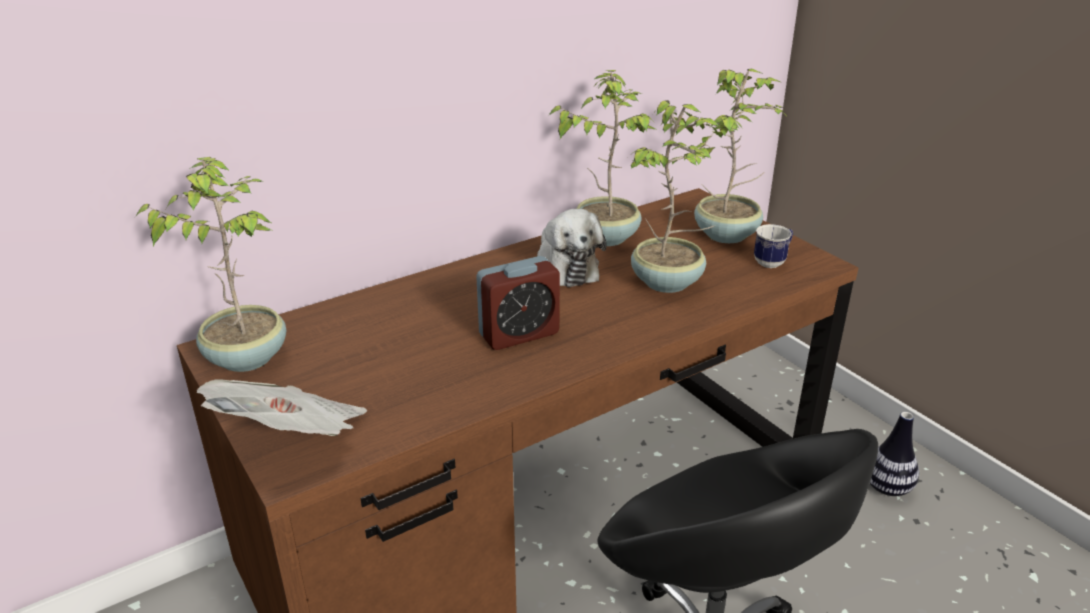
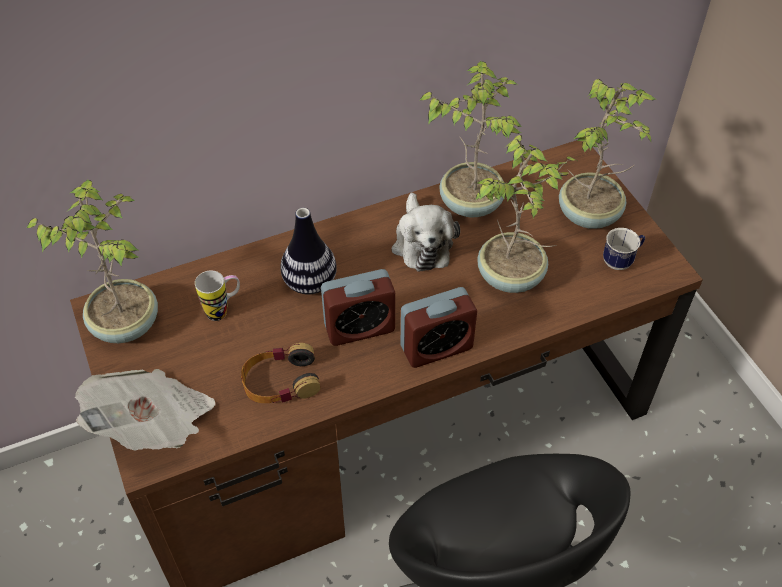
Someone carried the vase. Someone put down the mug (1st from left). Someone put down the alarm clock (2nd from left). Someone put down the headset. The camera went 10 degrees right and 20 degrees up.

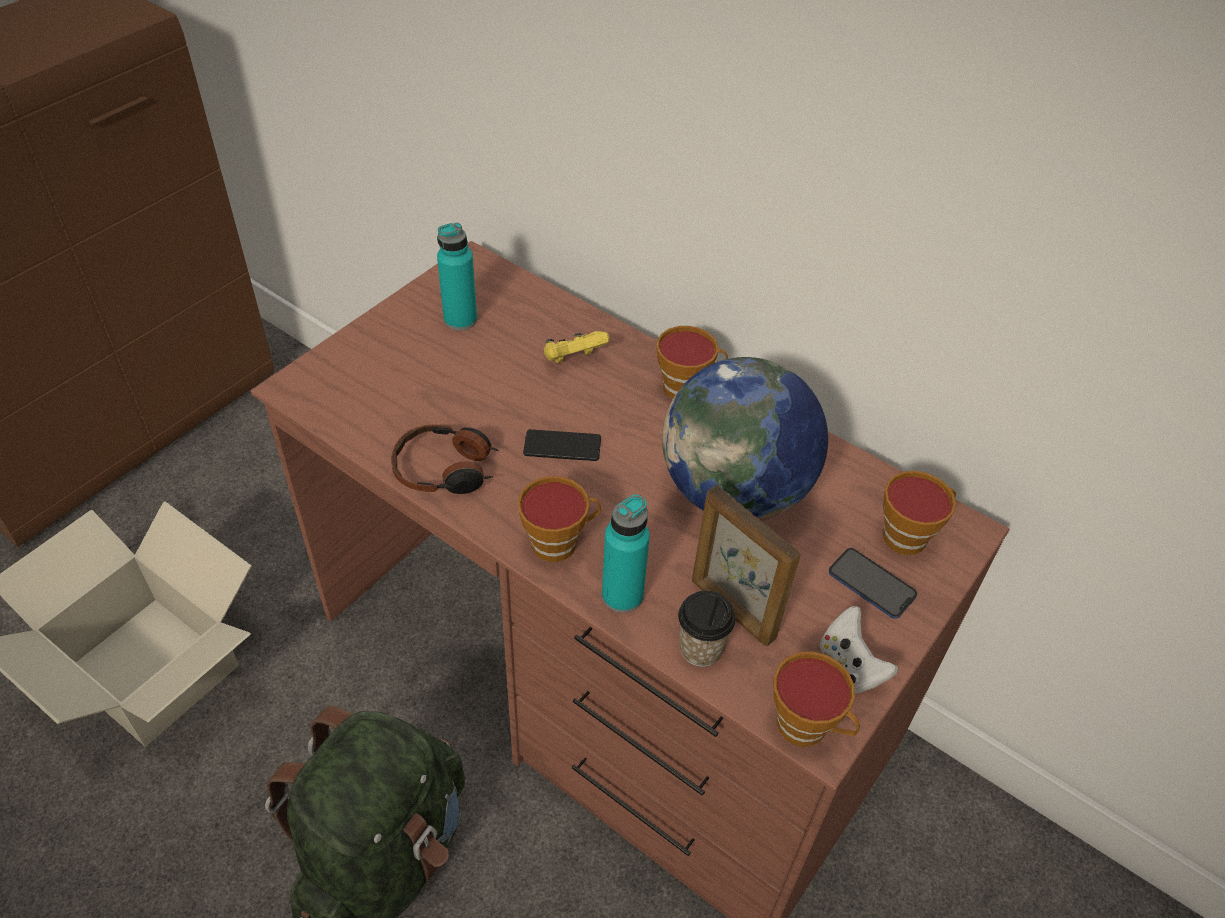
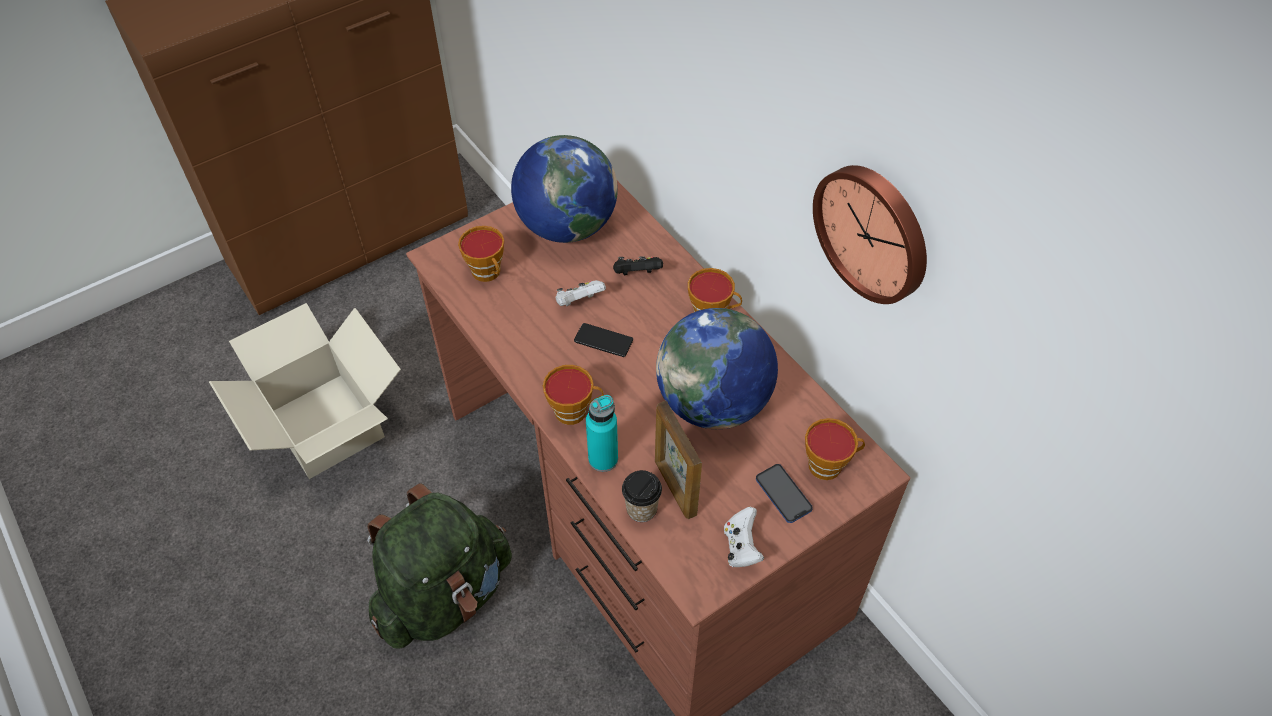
Someone swapped the beverage bottle (turquoise) (1st from left) for the globe (1st from left). Someone repainted the gamepad (yellow-coloured), which became the gamepad (blackish). Someone took away the headset. Someone carried the drinking cup (4th from left in the first image). Someone put up the clock on the wall. Someone put down the gamepad (white) (1st from left). The camera went 20 degrees right and 5 degrees up.

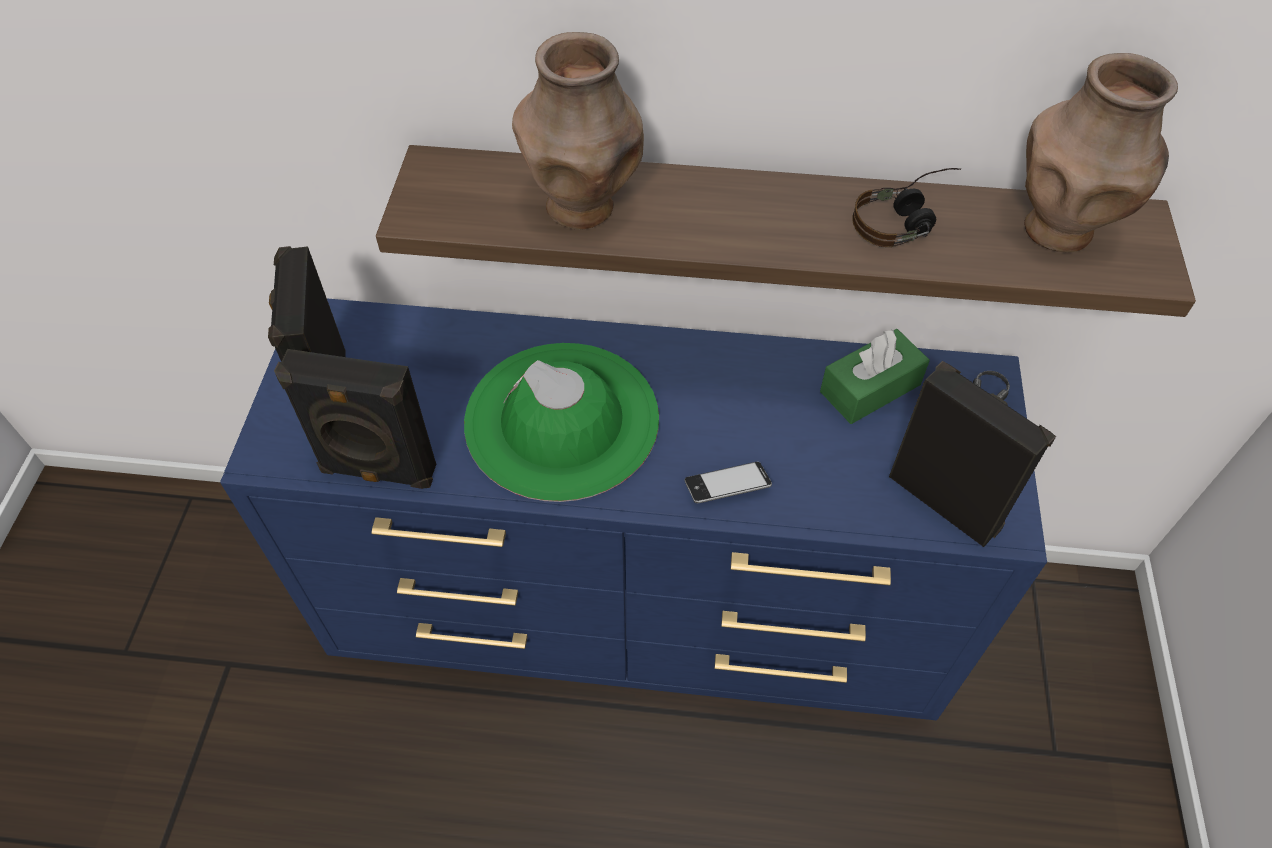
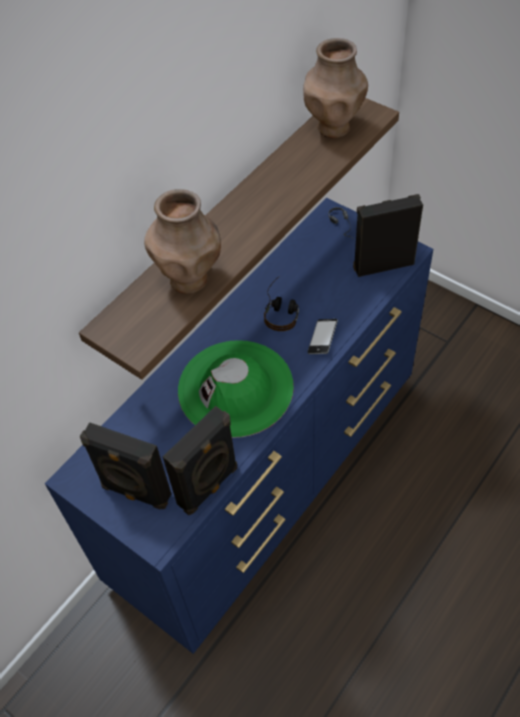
Someone carried the headset (1st from left). Someone took away the tissue box (green-coloured). The camera went 55 degrees left and 0 degrees up.

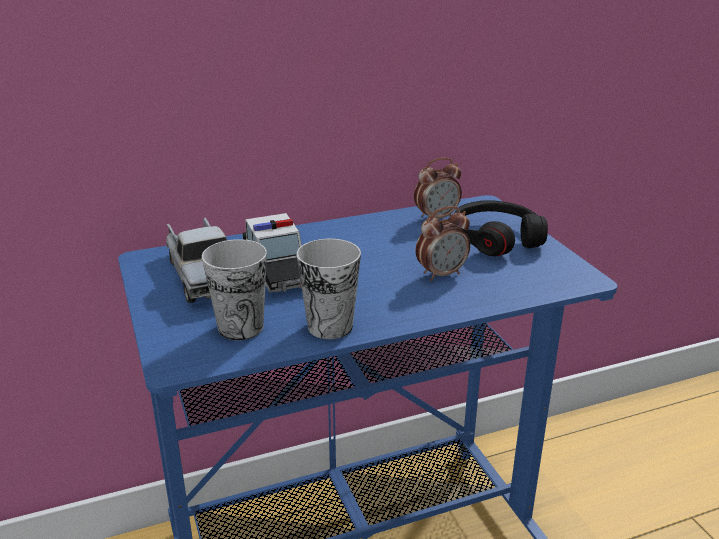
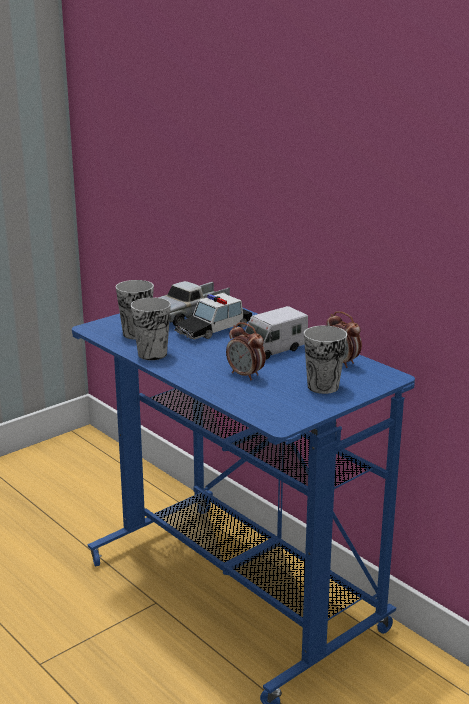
Someone swapped the headset (blackish) for the drinking cup (3rd from left). Someone put down the toy truck (2nd from left). The camera went 70 degrees right and 5 degrees down.

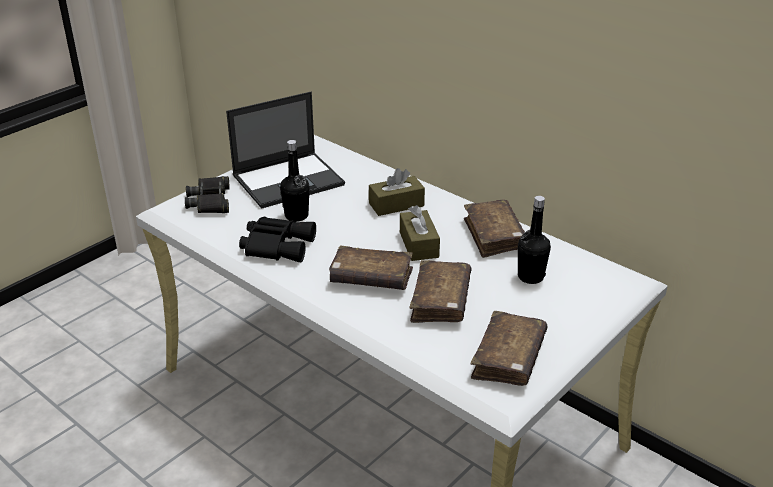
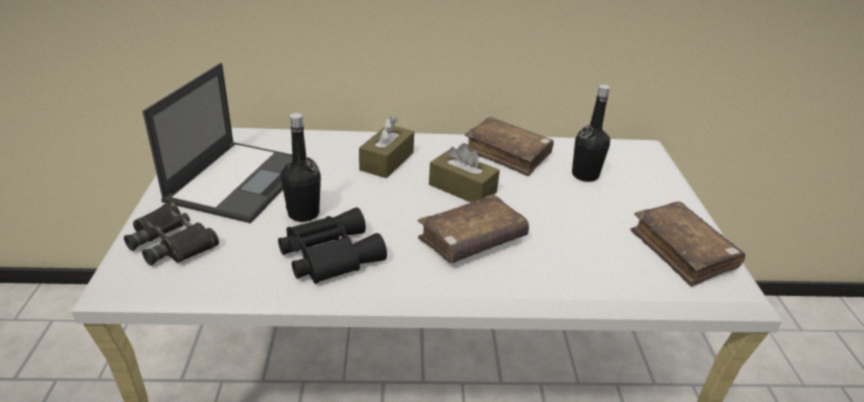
Someone took away the volume (brownish) (2nd from left). The camera went 45 degrees left and 0 degrees up.

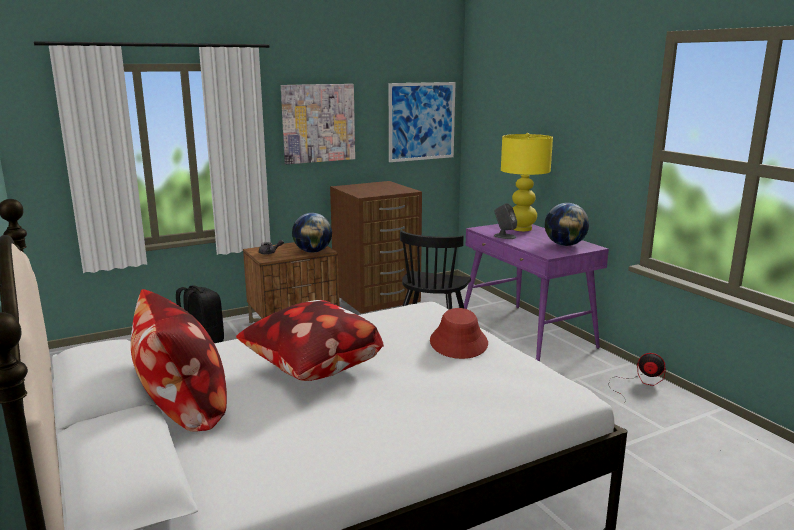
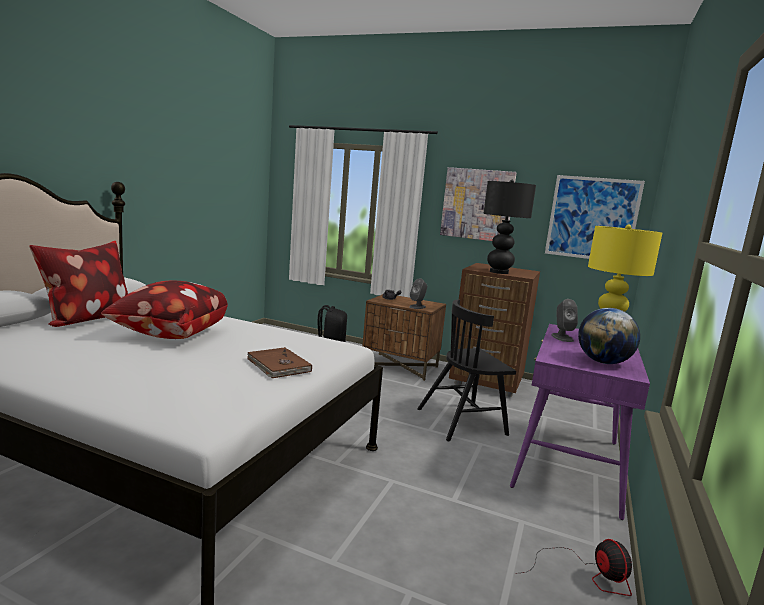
Someone swapped the globe (1st from left) for the audio speaker (grey) (1st from left). Someone swapped the hat (red-coloured) for the volume (brownish). Someone put down the table lamp (blackish). The camera went 50 degrees right and 5 degrees down.

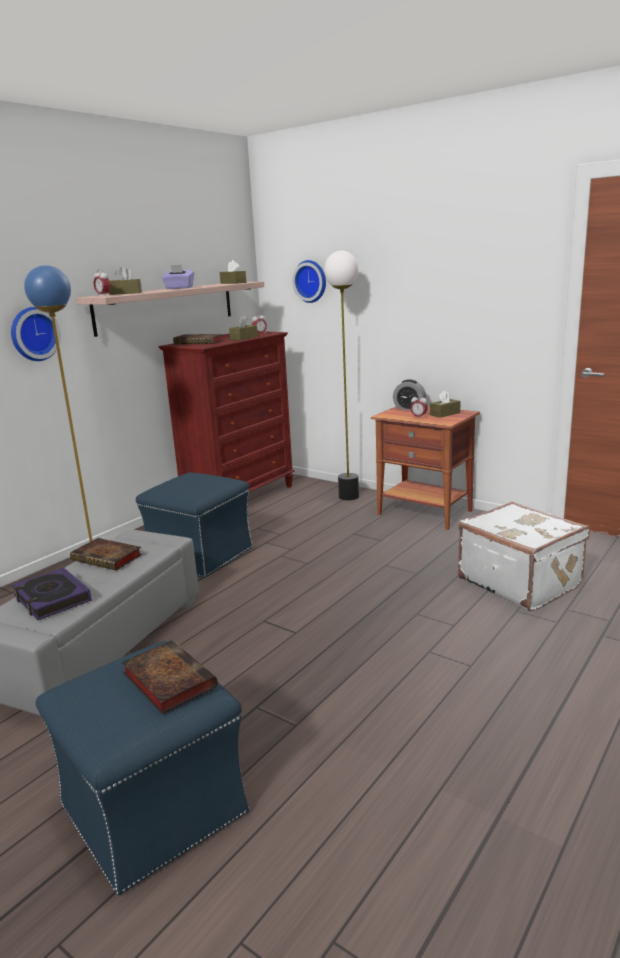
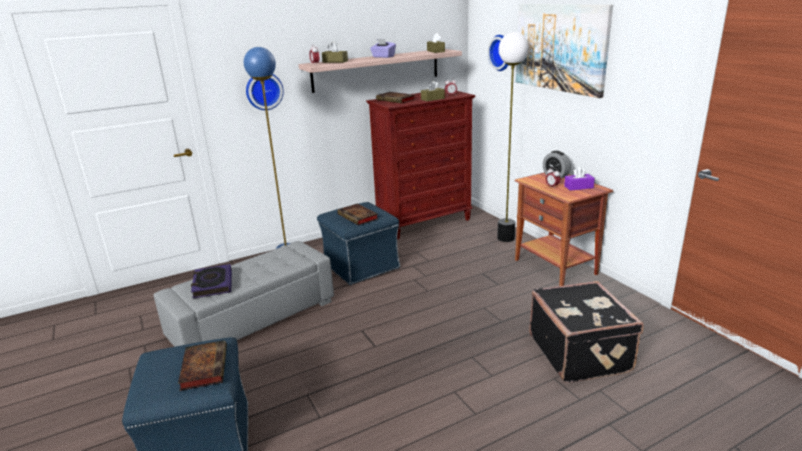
Someone repainted the tissue box (brownish) (4th from left), which became the tissue box (purplish) (2nd from left). Someone repainted the travel case (white), which became the travel case (blackish). Someone carried the volume (2nd from left in the first image). Someone put up the wall picture. The camera went 25 degrees right and 5 degrees up.

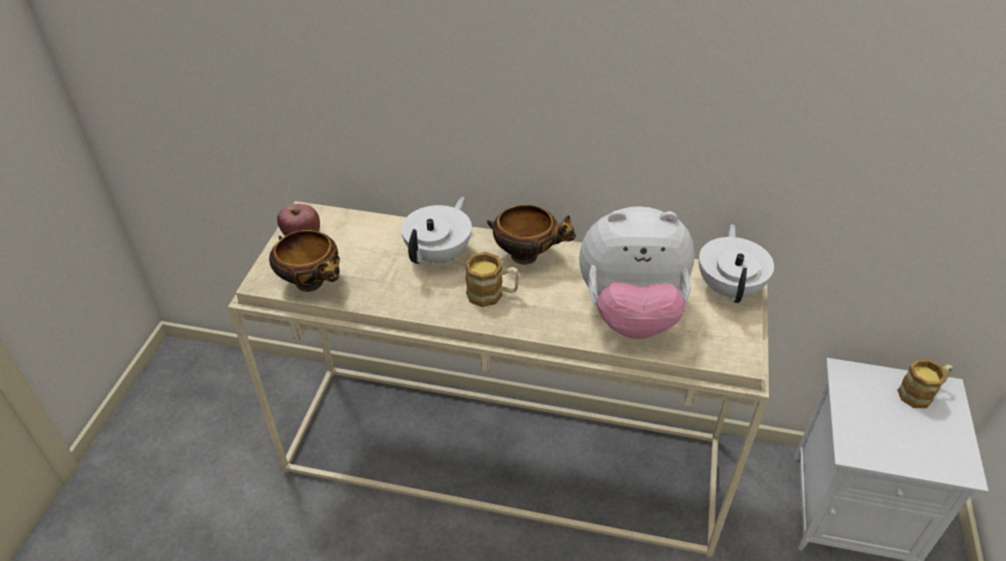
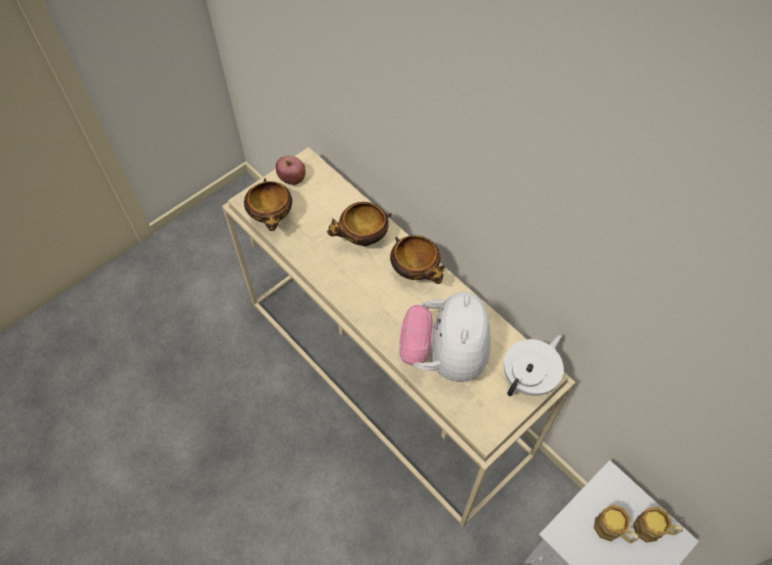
Someone swapped the pot for tea (white) (1st from left) for the deep dish (2nd from left). Someone rotated the soft toy by 60 degrees clockwise. Someone carried the mug (1st from left). The camera went 35 degrees right and 15 degrees up.

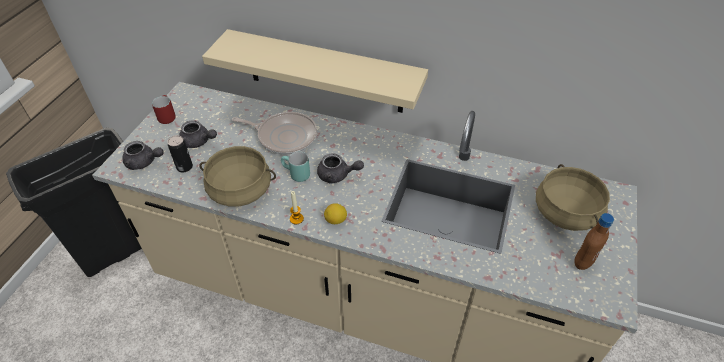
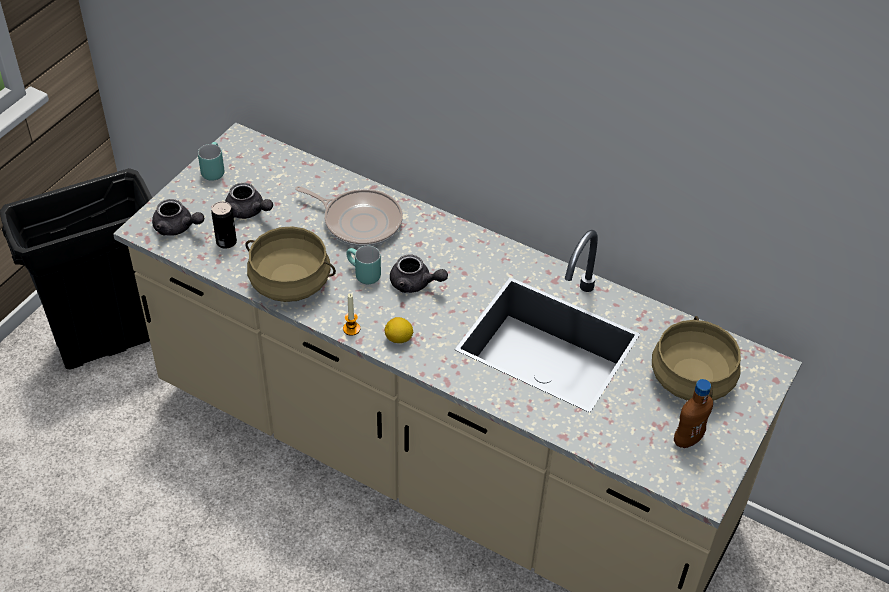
Someone took away the wall shelf (beige-coloured). Someone repainted the mug (red-coloured), which became the mug (turquoise) (1st from left). The camera went 10 degrees right and 0 degrees up.

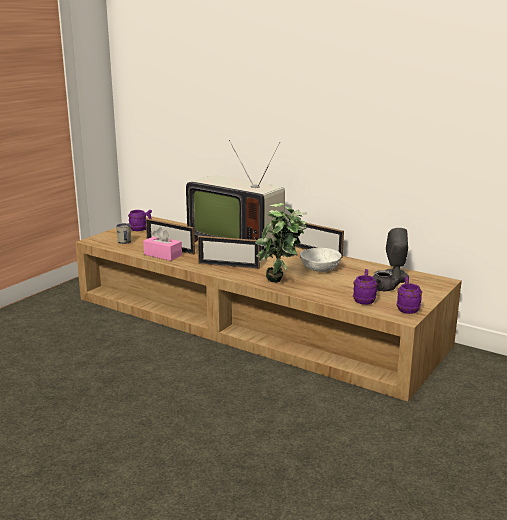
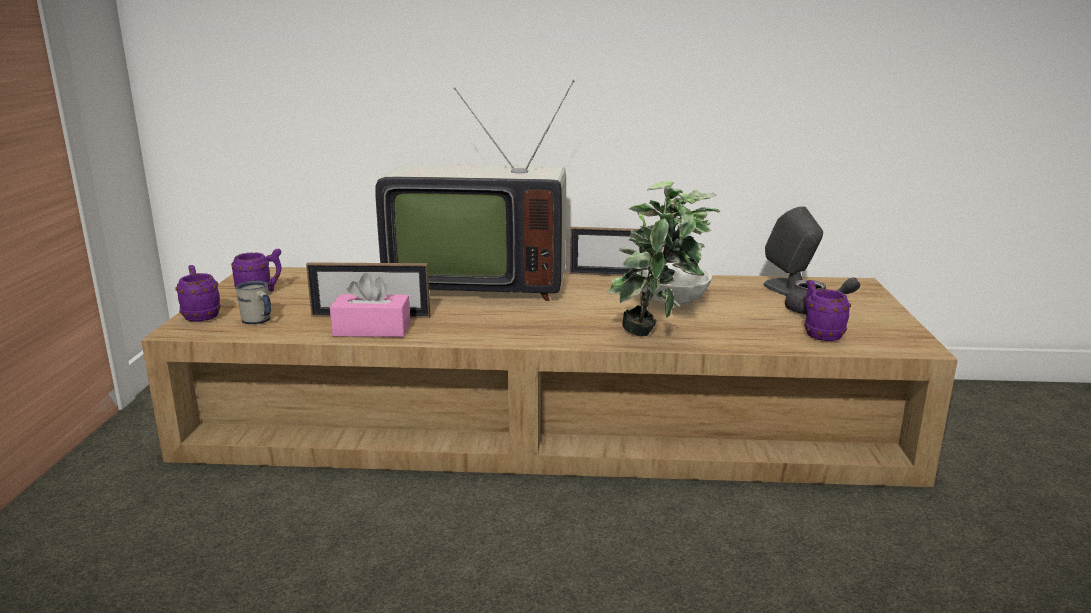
Someone took away the standing frame (2nd from left). Someone carried the mug (purplish) (3rd from left in the first image). The camera went 30 degrees left and 0 degrees up.

